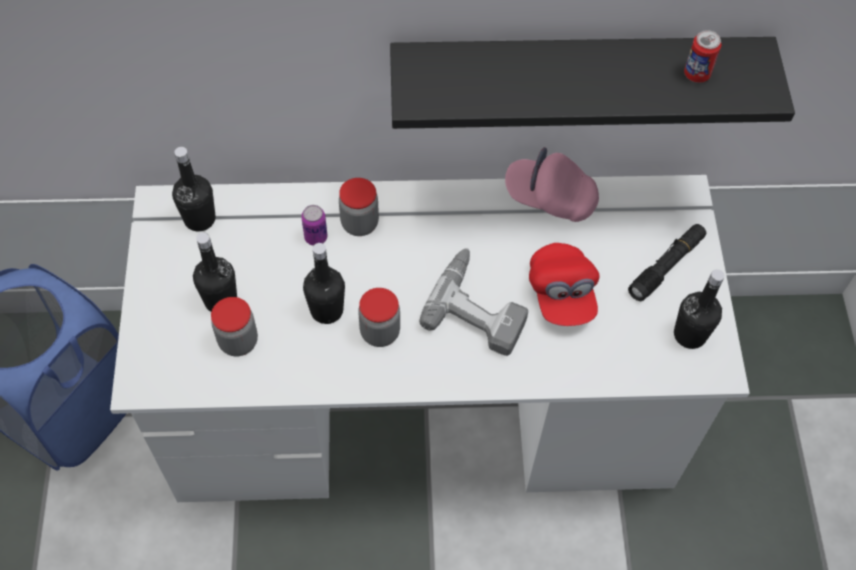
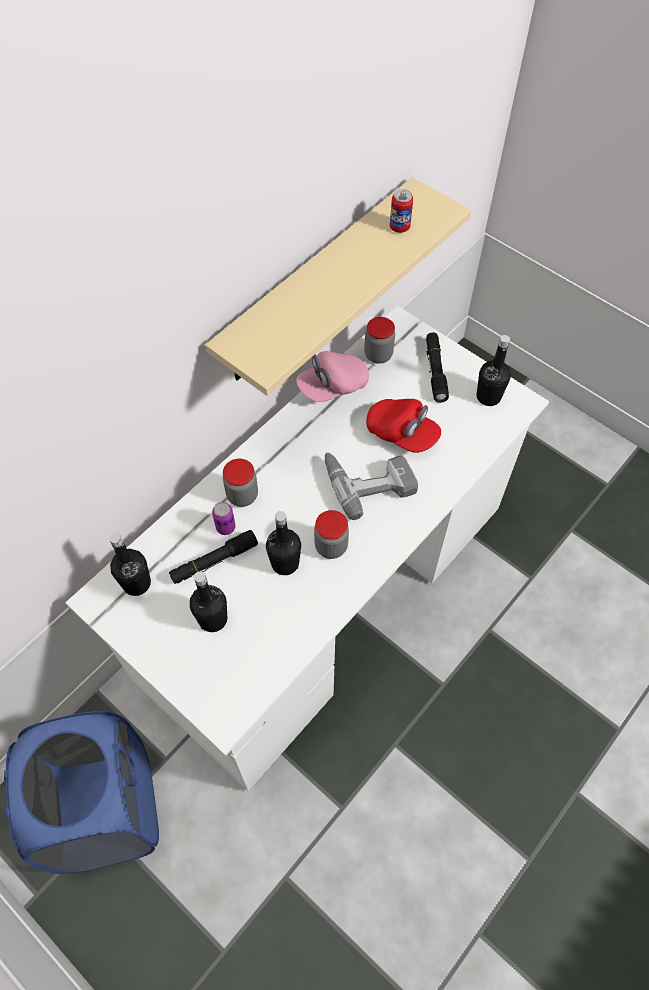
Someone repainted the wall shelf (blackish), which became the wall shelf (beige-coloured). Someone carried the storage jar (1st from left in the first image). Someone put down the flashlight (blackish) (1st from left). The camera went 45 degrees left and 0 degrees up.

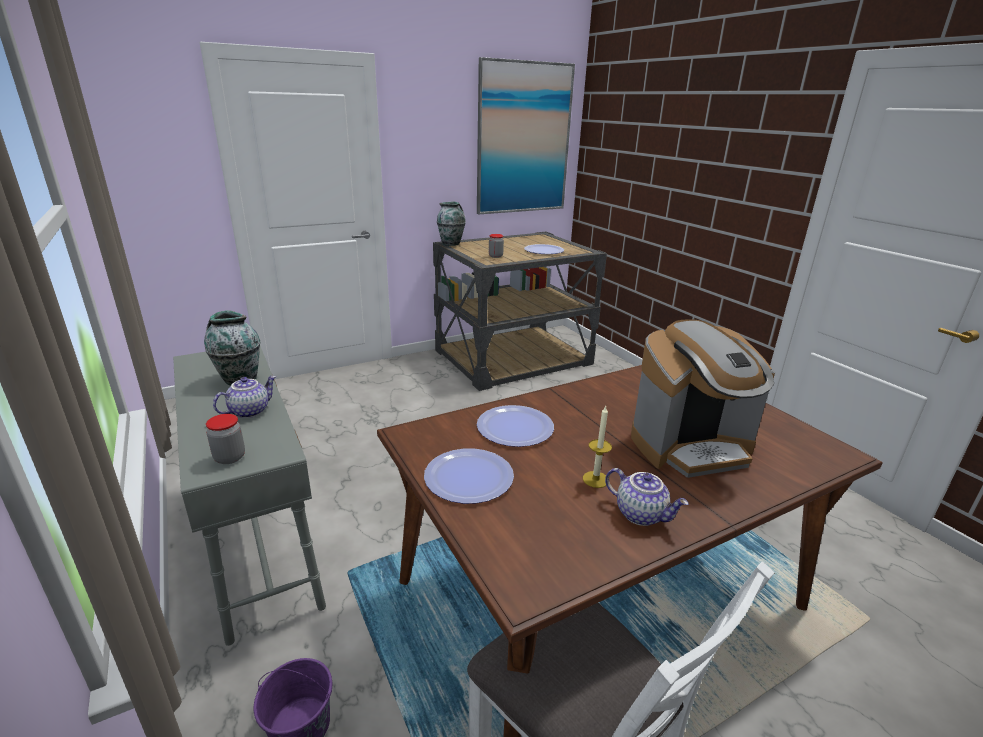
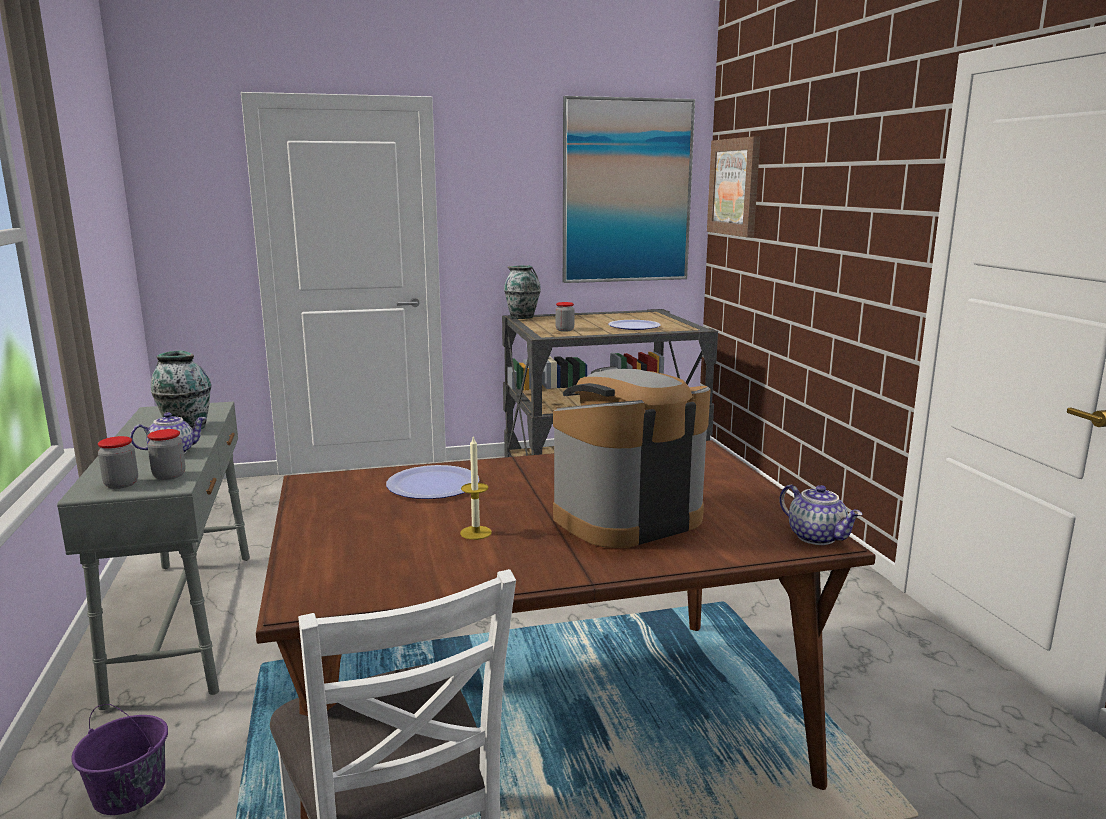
Someone rotated the coffee machine by 150 degrees clockwise. Someone took away the plate (1st from left). Someone carried the pot for tea (2nd from left). Someone put up the wall picture (2nd from left). Someone put down the storage jar (2nd from left). The camera went 15 degrees right and 10 degrees down.

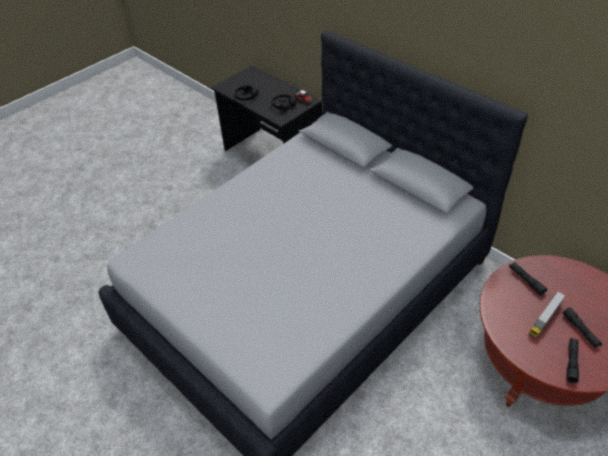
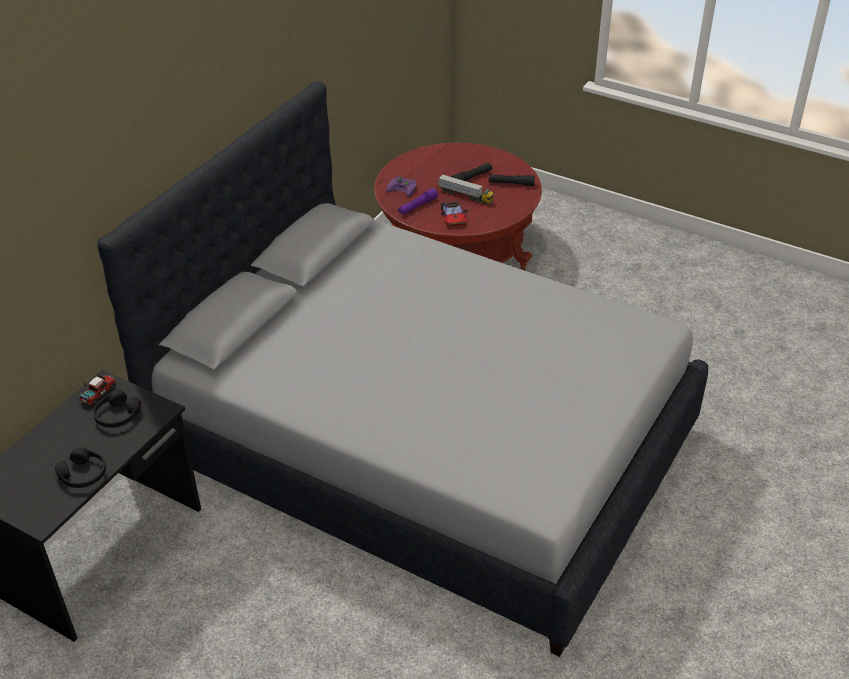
Someone repainted the flashlight (blackish) (1st from left), which became the flashlight (purplish). Someone put down the gamepad (purplish). Someone put down the model car. The camera went 105 degrees left and 5 degrees down.

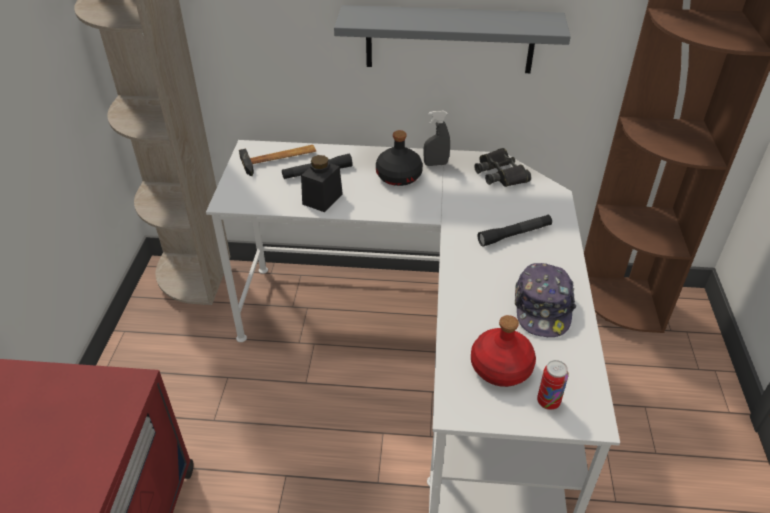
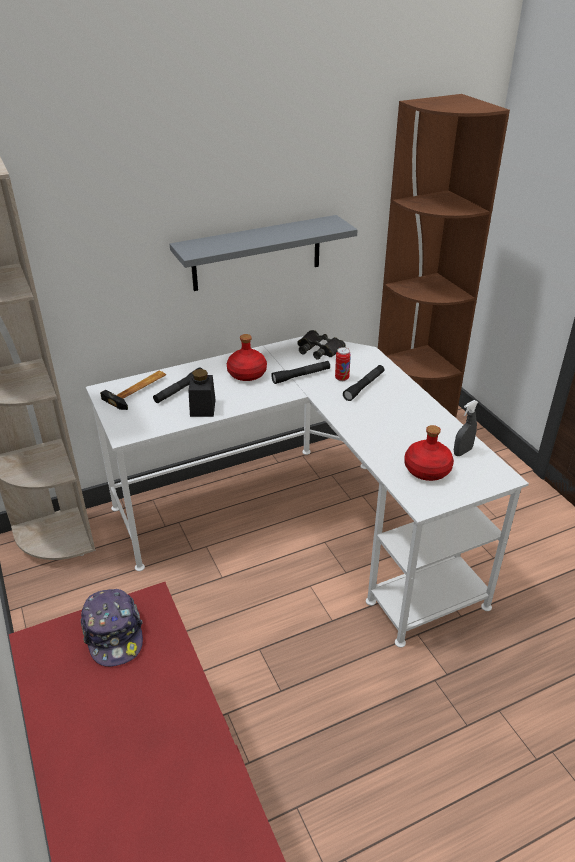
Someone carried the hand sprayer (grey). Someone repainted the beverage bottle (blackish), which became the beverage bottle (red-coloured) (1st from left). Someone carried the baseball cap. Someone carried the can. Someone put down the flashlight (blackish) (2nd from left). The camera went 30 degrees left and 5 degrees down.

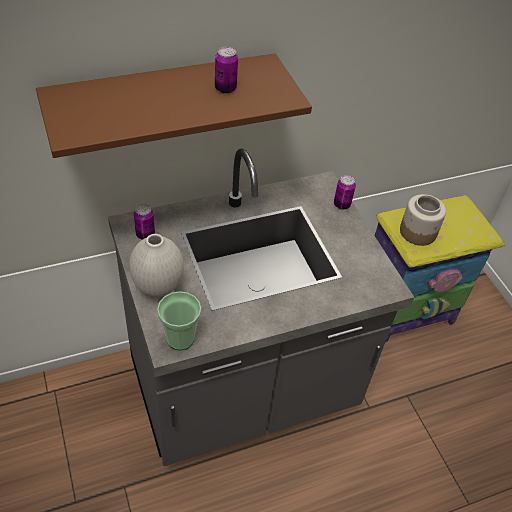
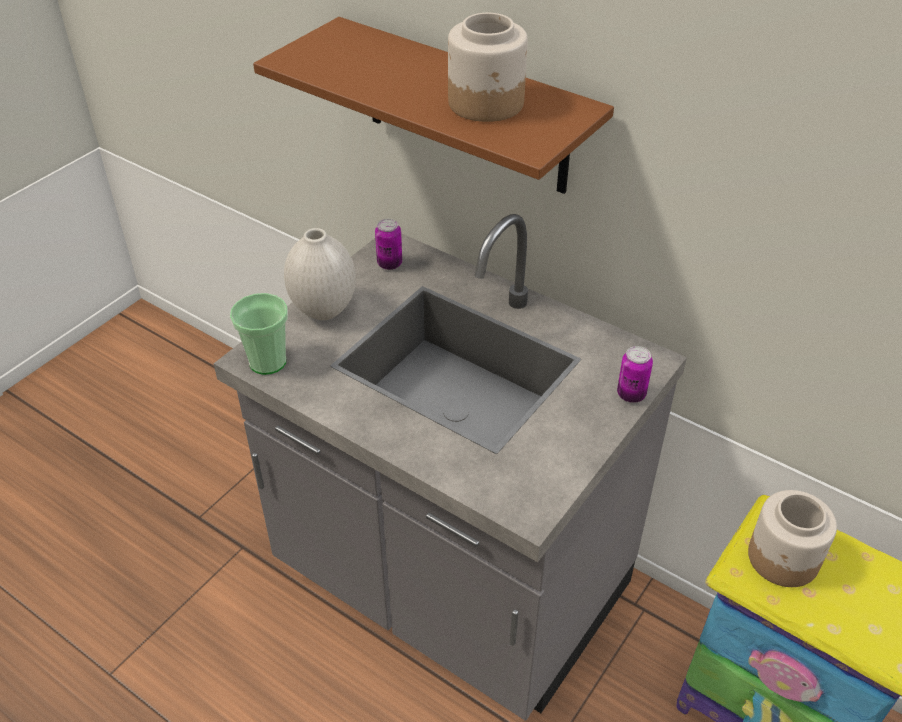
Someone swapped the can (2nd from left) for the storage jar (1st from left). The camera went 60 degrees right and 5 degrees down.

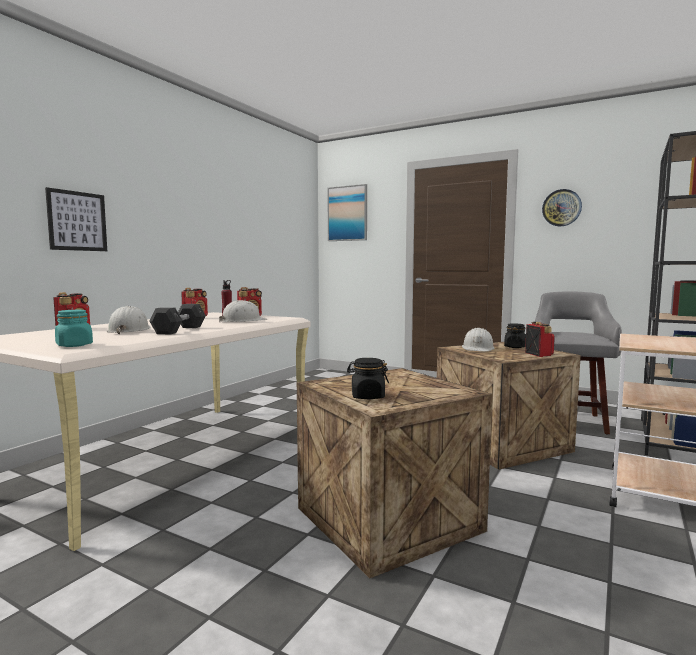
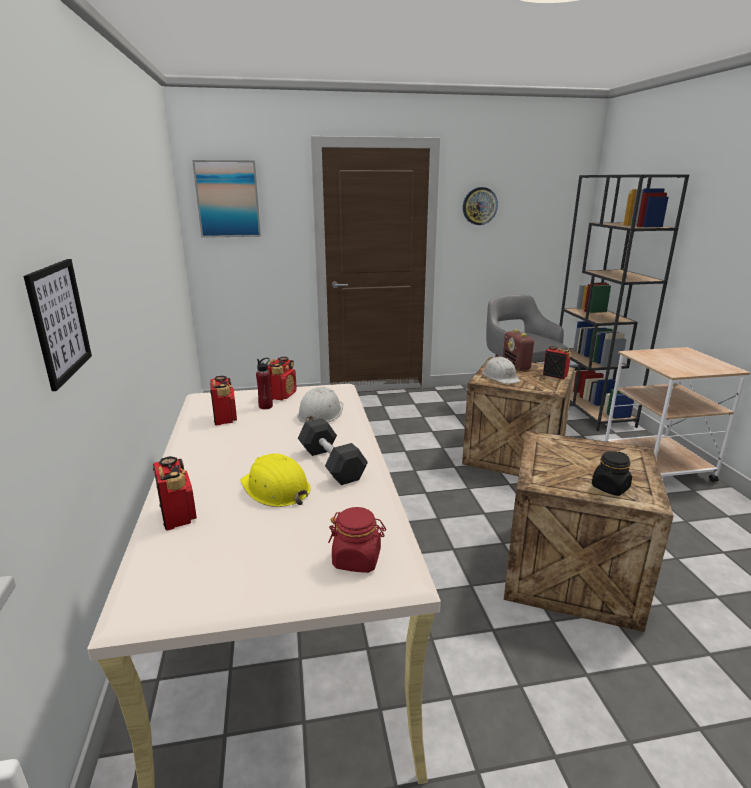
Someone repainted the safety helmet (white) (1st from left), which became the safety helmet (yellow-coloured). Someone repainted the storage jar (turquoise), which became the storage jar (red-coloured). Someone swapped the storage jar (blackish) (2nd from left) for the radio set (4th from left). The camera went 40 degrees left and 15 degrees up.

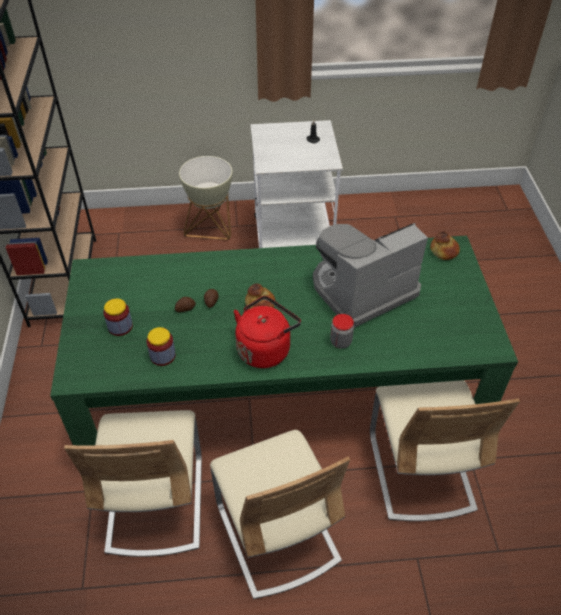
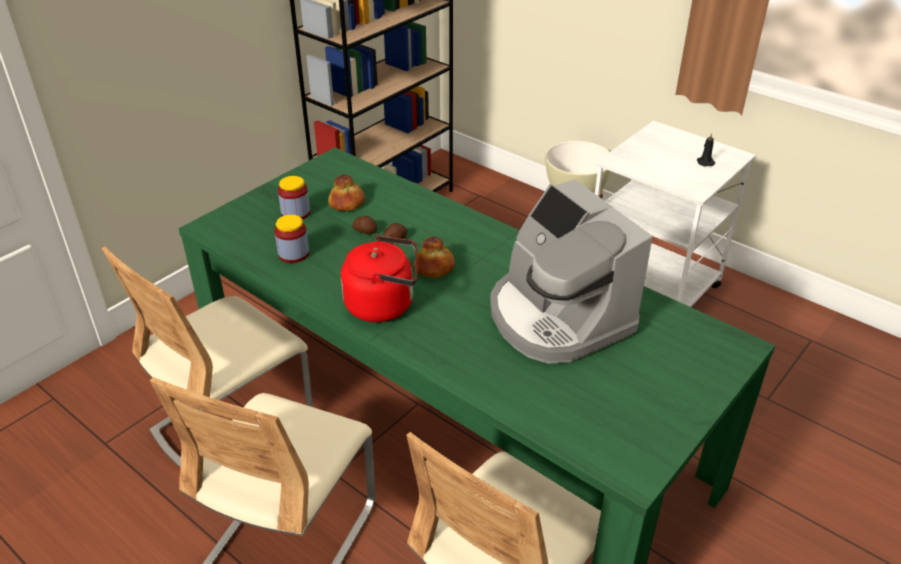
Someone rotated the coffee machine by 135 degrees counterclockwise. Someone carried the bread (2nd from left in the first image). Someone took away the storage jar (3rd from left). The camera went 45 degrees right and 10 degrees down.

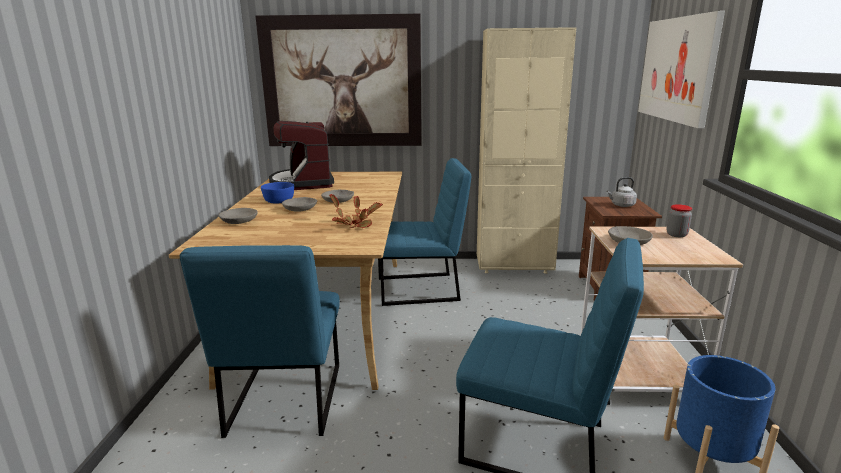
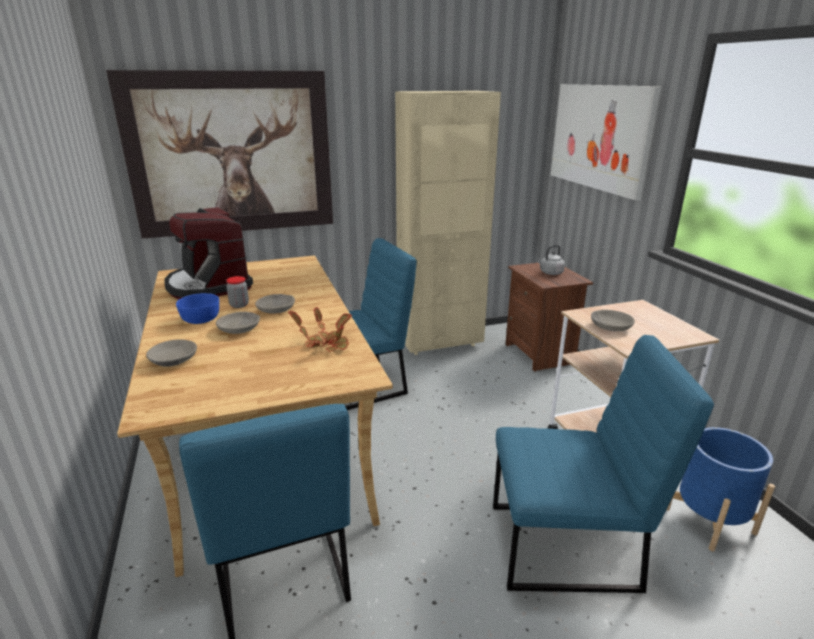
Someone carried the storage jar. The camera went 20 degrees left and 5 degrees up.

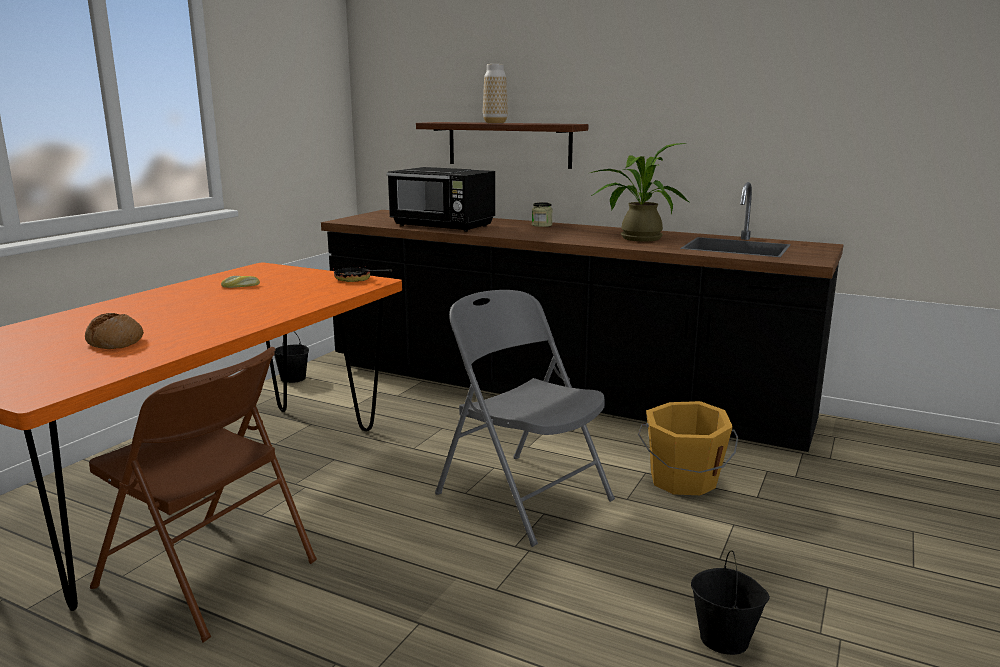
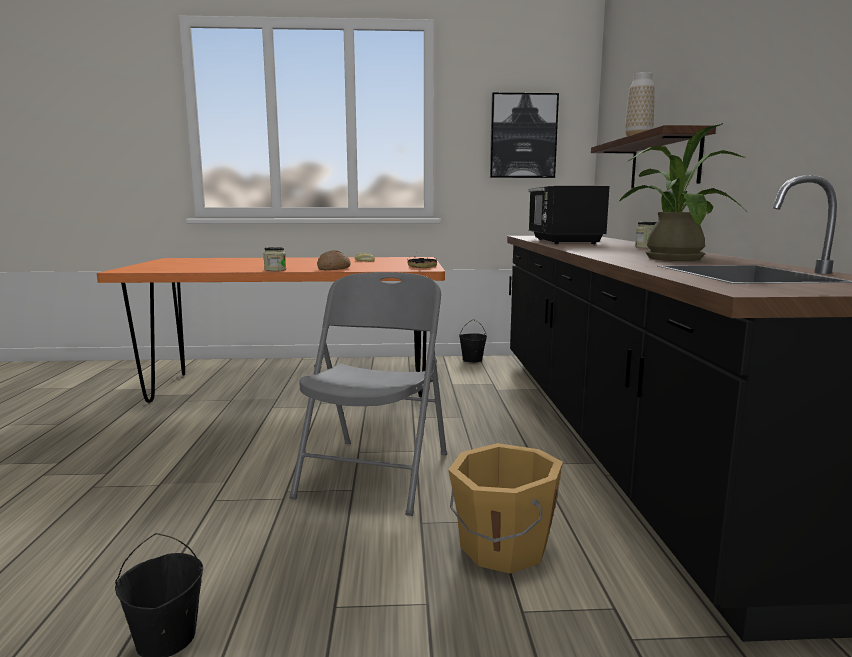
Someone carried the bread (1st from left). Someone took away the upright chair (brownish). Someone put up the wall picture. Someone put down the storage jar (1st from left). The camera went 60 degrees right and 5 degrees down.

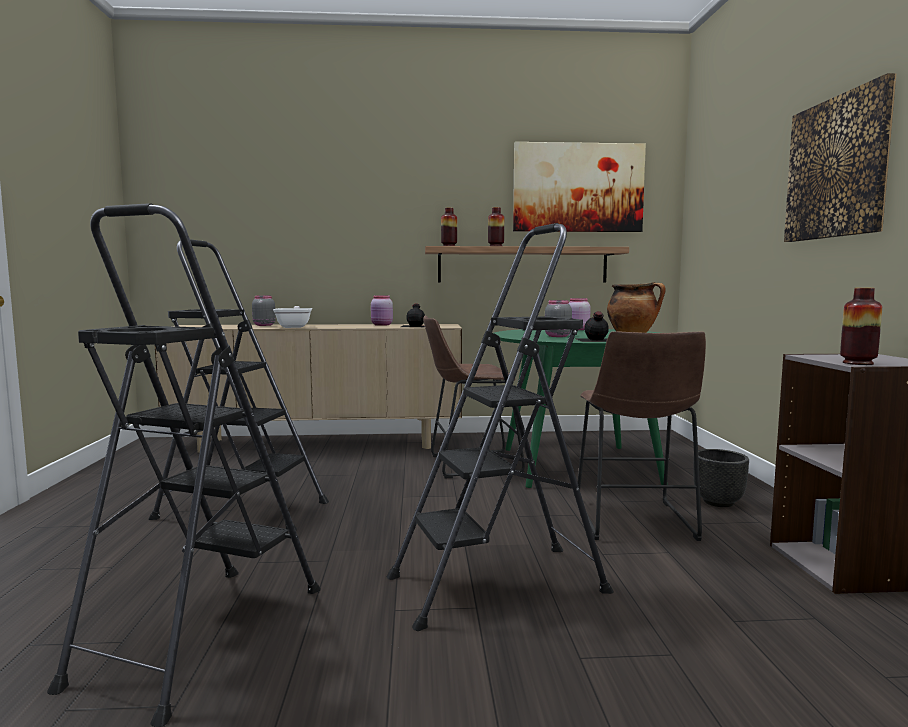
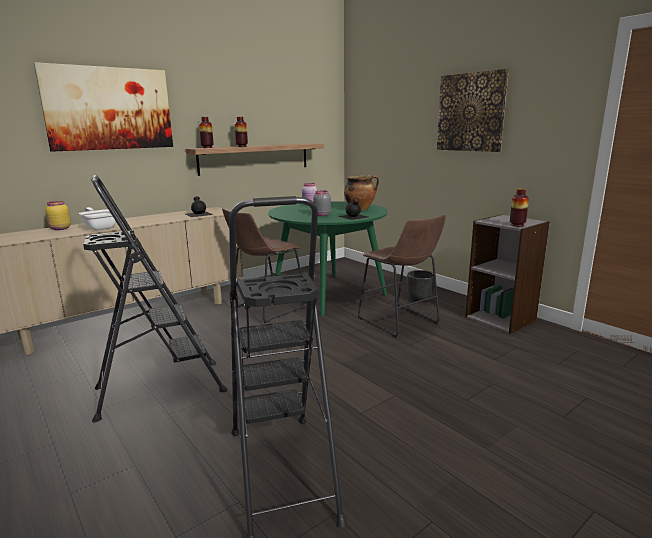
Someone carried the wall picture (1st from left). Someone took away the step stool (3rd from left). Someone took away the storage jar (pink) (1st from left). Someone repainted the storage jar (grey) (1st from left), which became the storage jar (yellow-coloured). The camera went 35 degrees left and 10 degrees up.

